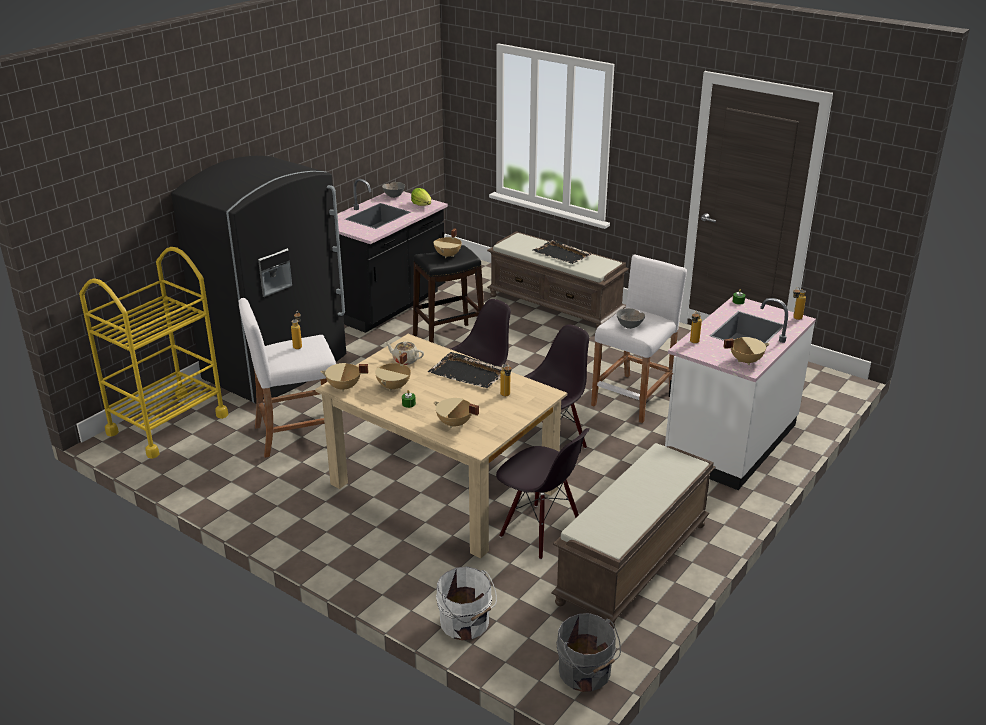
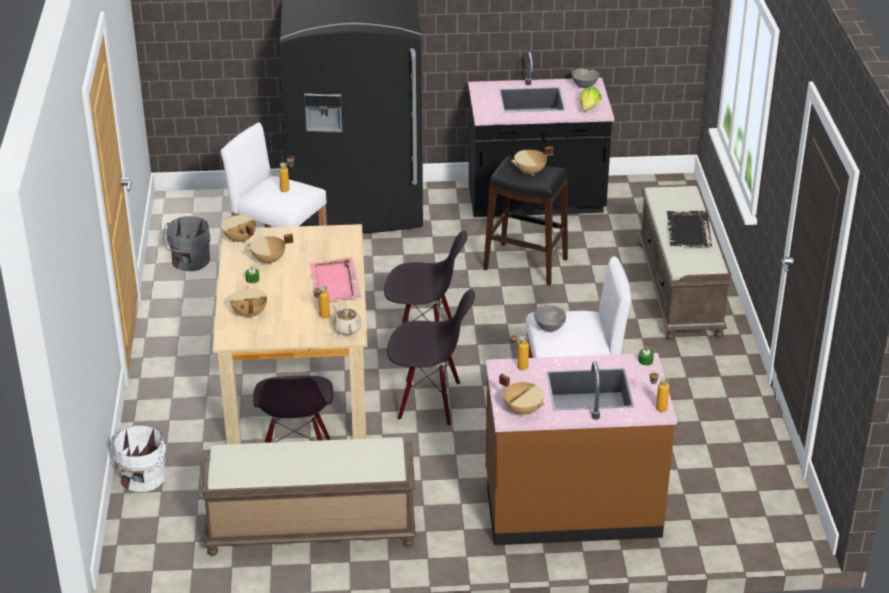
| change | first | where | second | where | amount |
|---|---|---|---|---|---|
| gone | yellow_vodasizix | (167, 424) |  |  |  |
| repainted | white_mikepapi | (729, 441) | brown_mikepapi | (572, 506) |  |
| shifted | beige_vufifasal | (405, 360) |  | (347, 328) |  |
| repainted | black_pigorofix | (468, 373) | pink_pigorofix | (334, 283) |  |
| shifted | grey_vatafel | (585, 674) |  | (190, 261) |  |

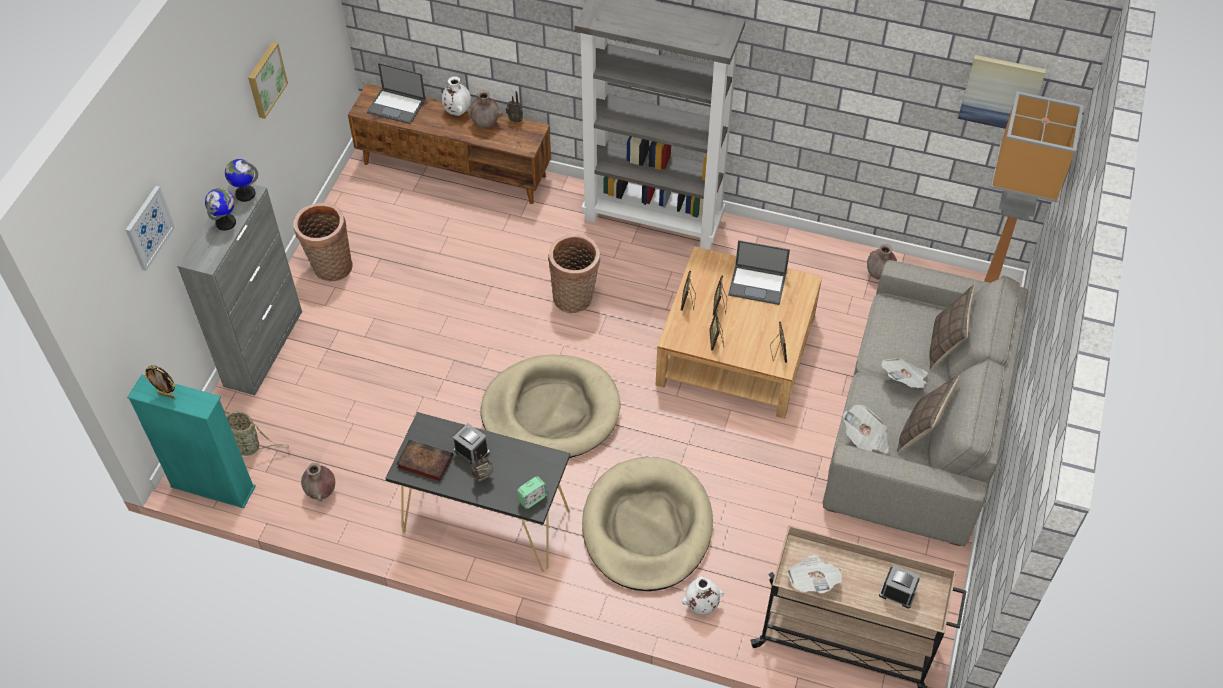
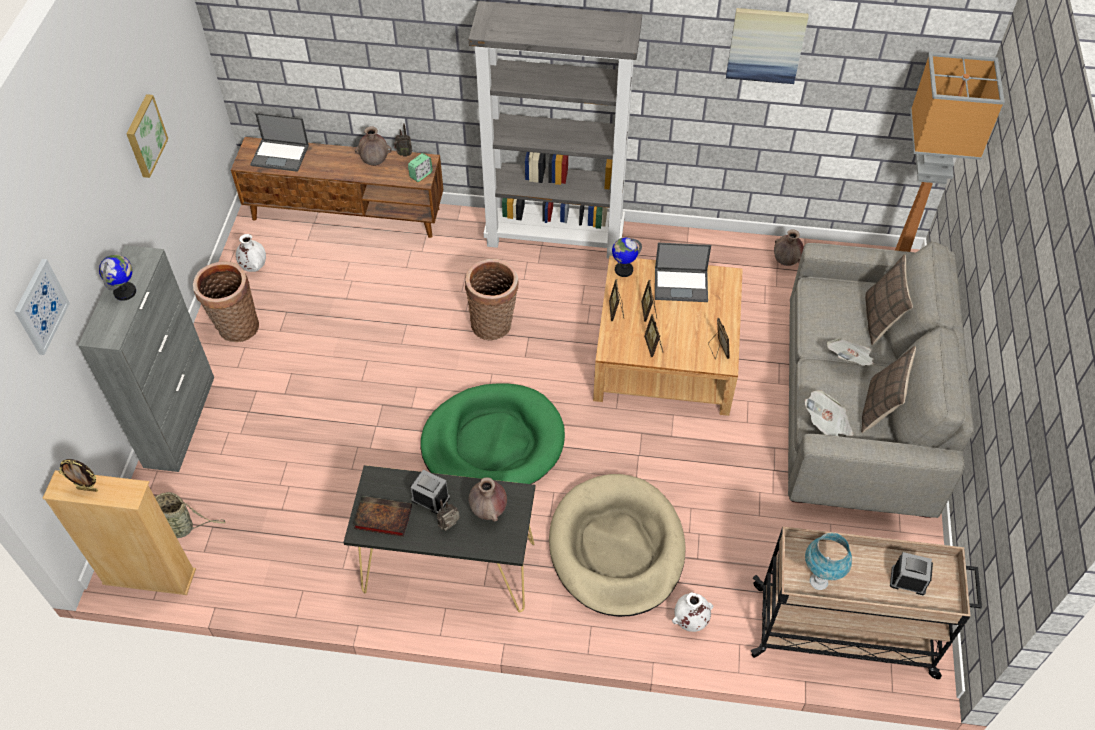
| change | first | where | second | where | amount |
|---|---|---|---|---|---|
| shifted | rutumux | (1001, 92) |  | (766, 45) |  |
| shifted | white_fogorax | (457, 111) |  | (254, 267) |  |
| shifted | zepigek | (245, 194) |  | (623, 270) |  |
| repainted | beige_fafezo | (551, 411) | green_fafezo | (493, 443) |  |
| repainted | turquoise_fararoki | (213, 487) | beige_fararoki | (149, 577) |  |
| shifted | brown_fogorax | (321, 492) |  | (489, 511) |  |
| shifted | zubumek | (532, 499) |  | (421, 175) |  |
| swapped | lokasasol | (812, 581) | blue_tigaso | (818, 582) |  |

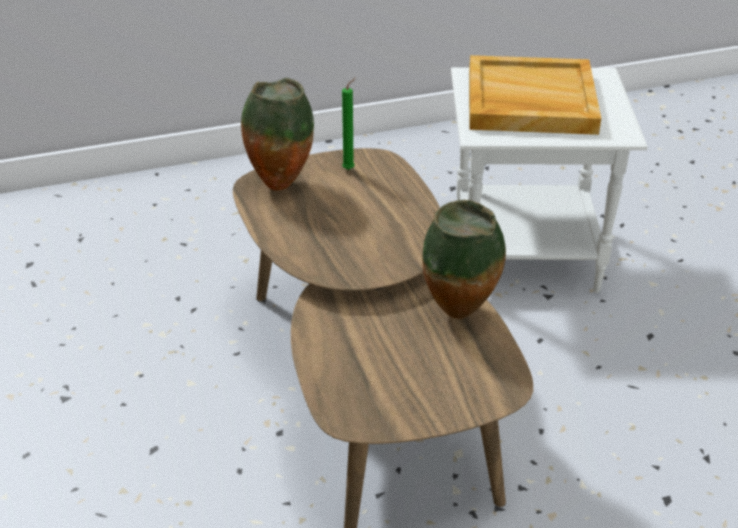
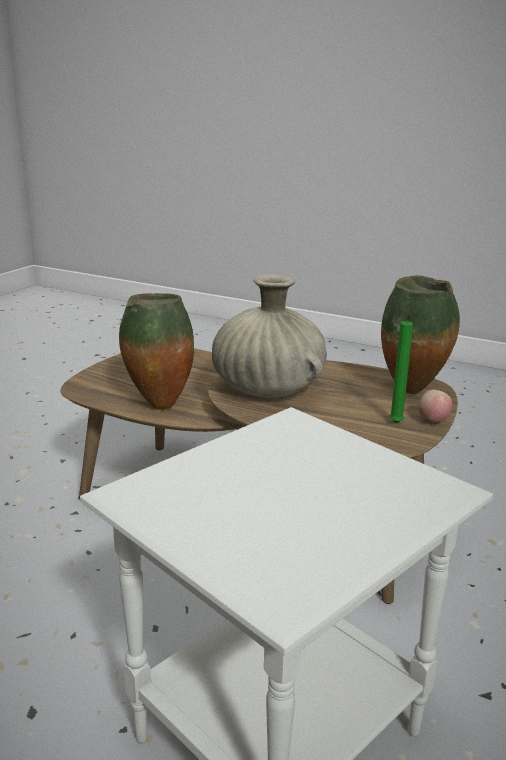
| change | first | where | second | where | amount |
|---|---|---|---|---|---|
| gone | beige_pigorofix | (529, 101) |  |  |  |
| new |  |  | beige_fogorax | (268, 389) |  |
| new |  |  | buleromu | (433, 421) |  |

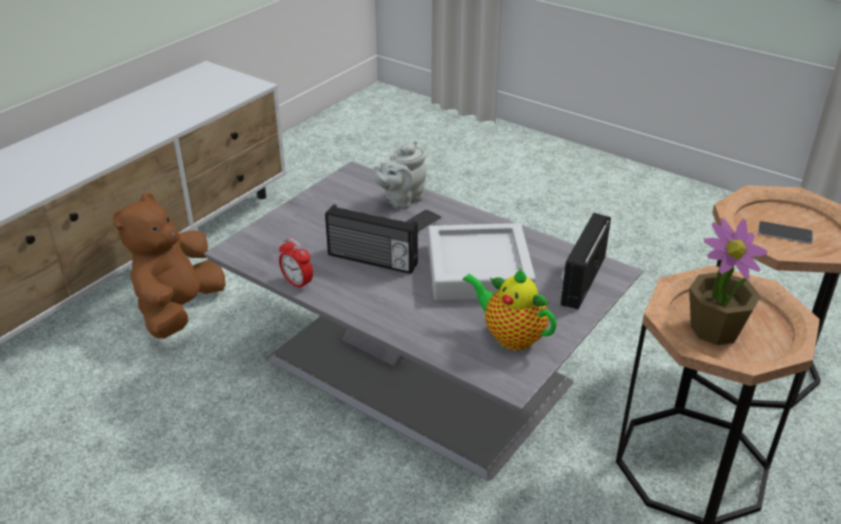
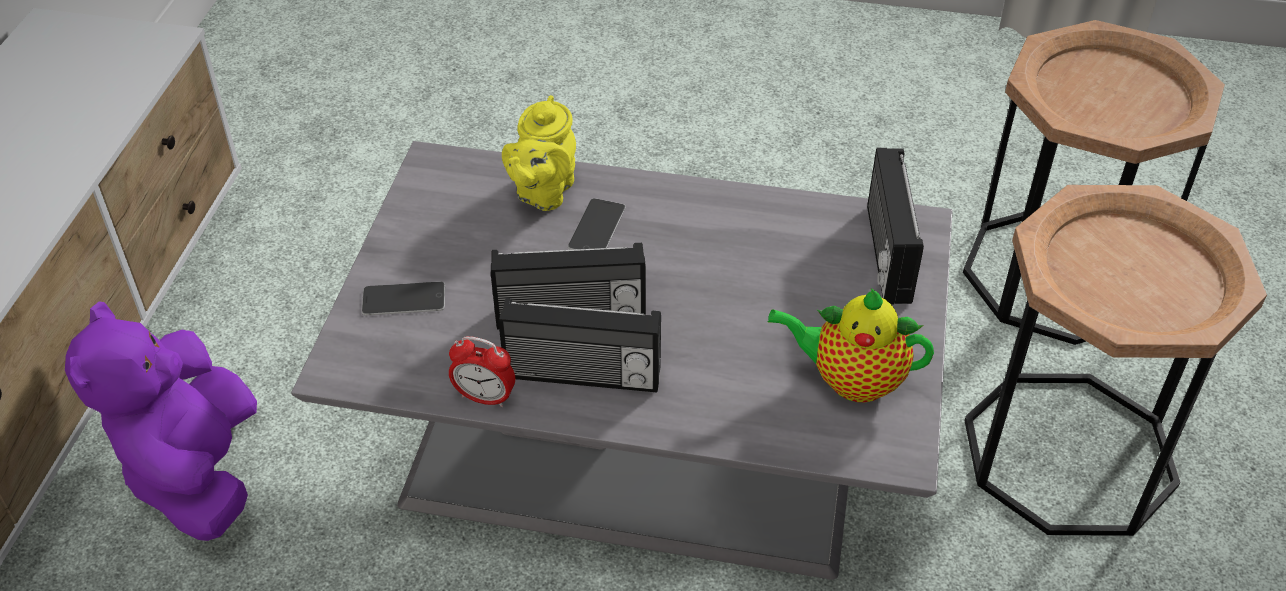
| change | first | where | second | where | amount |
|---|---|---|---|---|---|
| repainted | grey_vufifasal | (401, 200) | yellow_vufifasal | (543, 192) |  |
| repainted | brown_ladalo | (179, 310) | purple_ladalo | (196, 472) |  |
| gone | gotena | (715, 329) |  |  |  |
| shifted | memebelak | (785, 233) |  | (403, 299) |  |
| gone | grey_pigorofix | (478, 270) |  |  |  |
| new |  |  | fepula | (582, 376) |  |

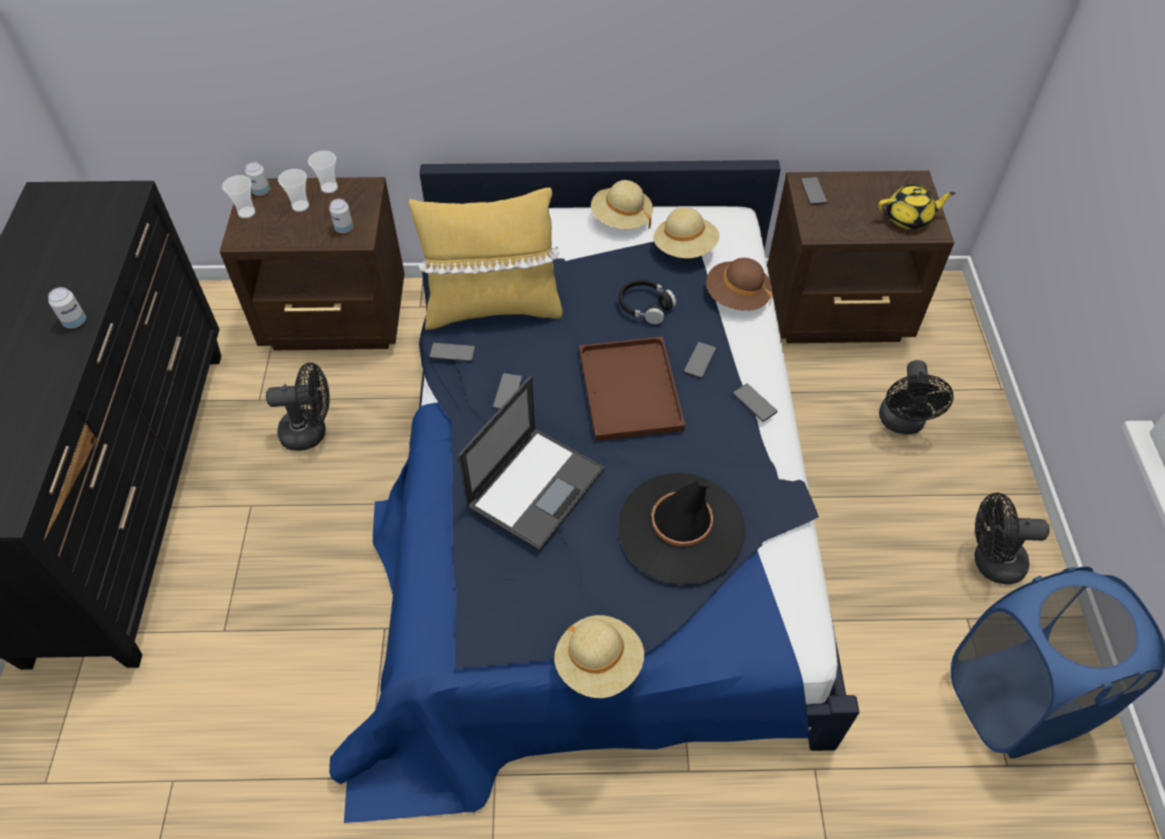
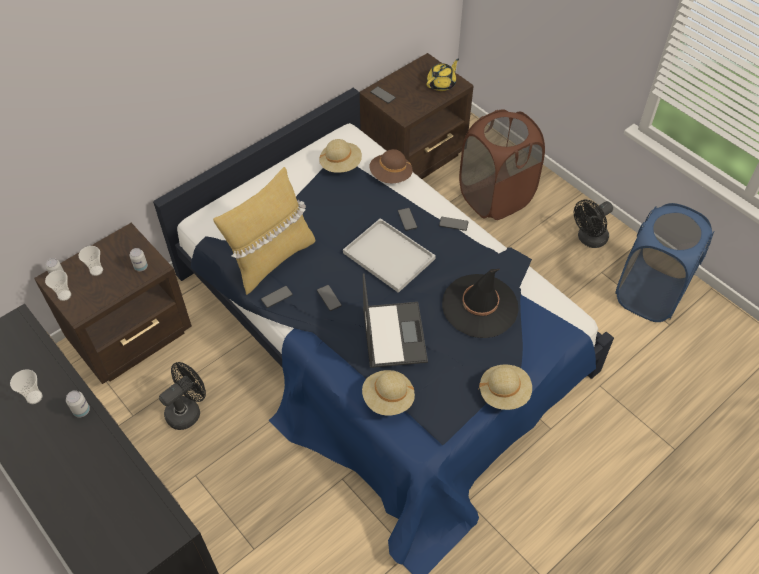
| change | first | where | second | where | amount |
|---|---|---|---|---|---|
| shifted | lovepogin | (329, 187) |  | (34, 397) |  |
| shifted | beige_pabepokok | (621, 219) |  | (388, 399) |  |
| gone | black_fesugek | (645, 306) |  |  |  |
| repainted | brown_pigorofix | (628, 387) | white_pigorofix | (387, 255) |  |
| swapped | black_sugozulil | (902, 423) | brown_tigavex | (495, 197) |  |

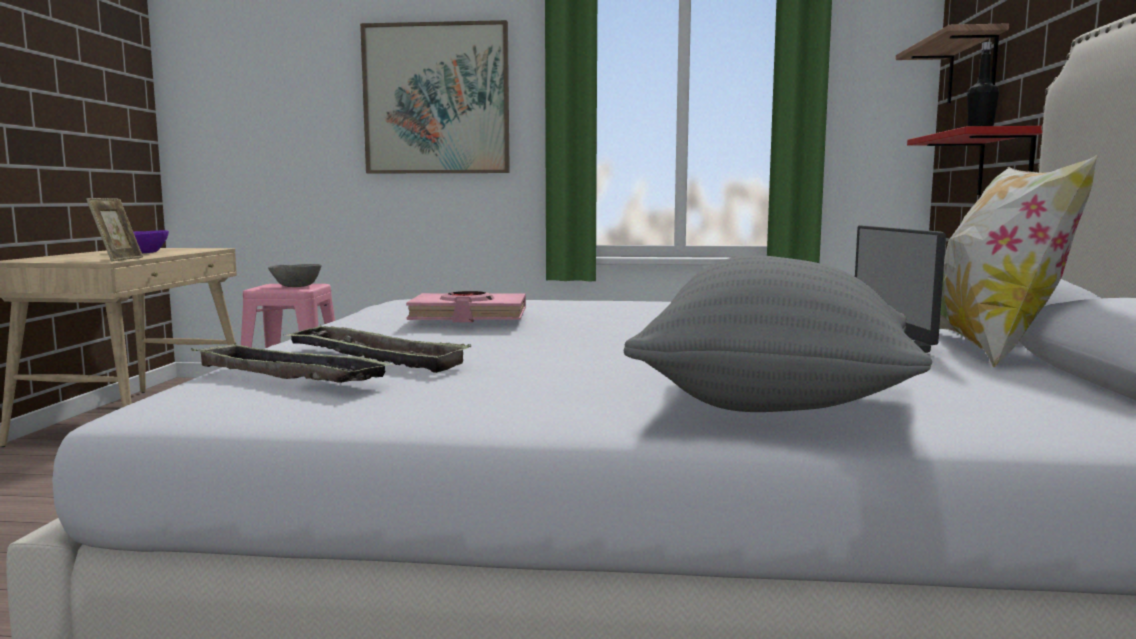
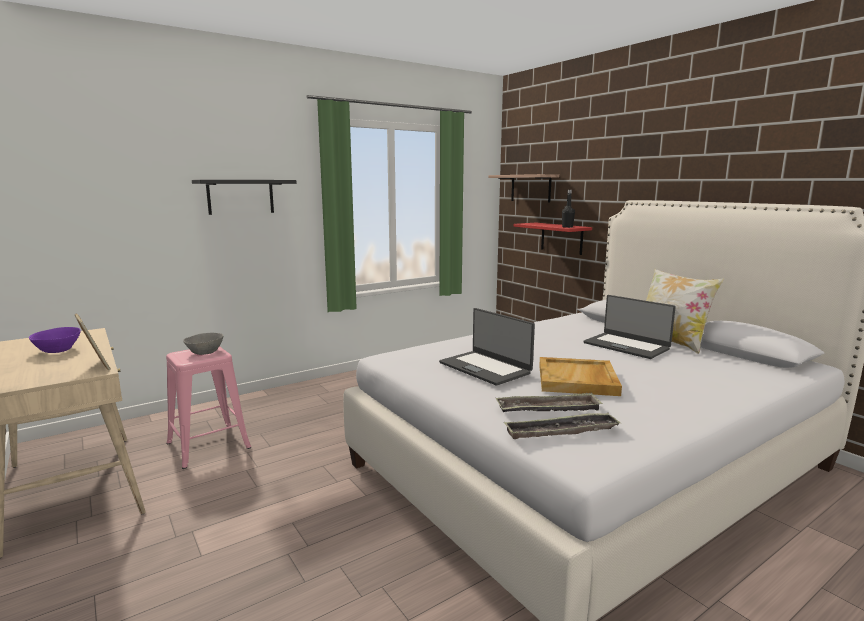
| change | first | where | second | where | amount |
|---|---|---|---|---|---|
| swapped | rutumux | (436, 99) | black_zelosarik | (240, 196) |  |
| gone | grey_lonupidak | (776, 405) |  |  |  |
| swapped | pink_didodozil | (468, 316) | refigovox | (485, 368) |  |
| new |  |  | beige_pigorofix | (577, 380) |  |

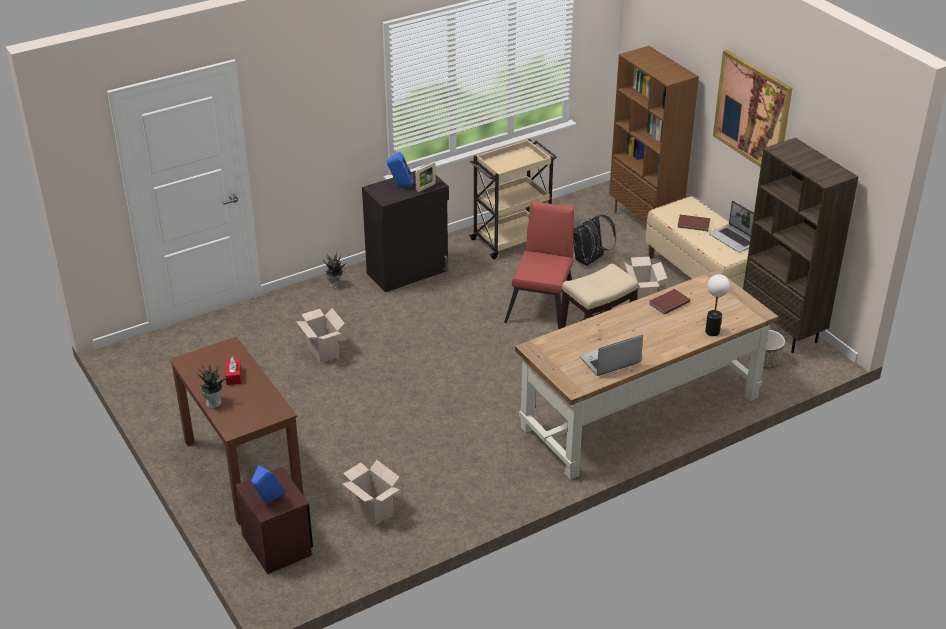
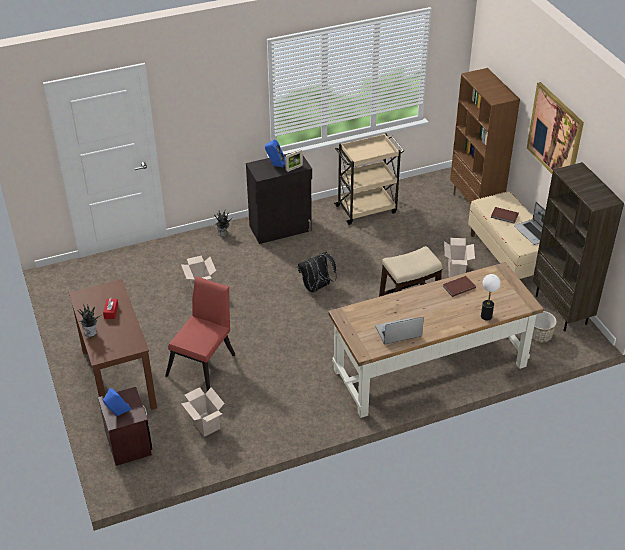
| change | first | where | second | where | amount |
|---|---|---|---|---|---|
| shifted | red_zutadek | (542, 305) |  | (204, 362) |  |
| shifted | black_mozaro | (589, 261) |  | (317, 288) |  |

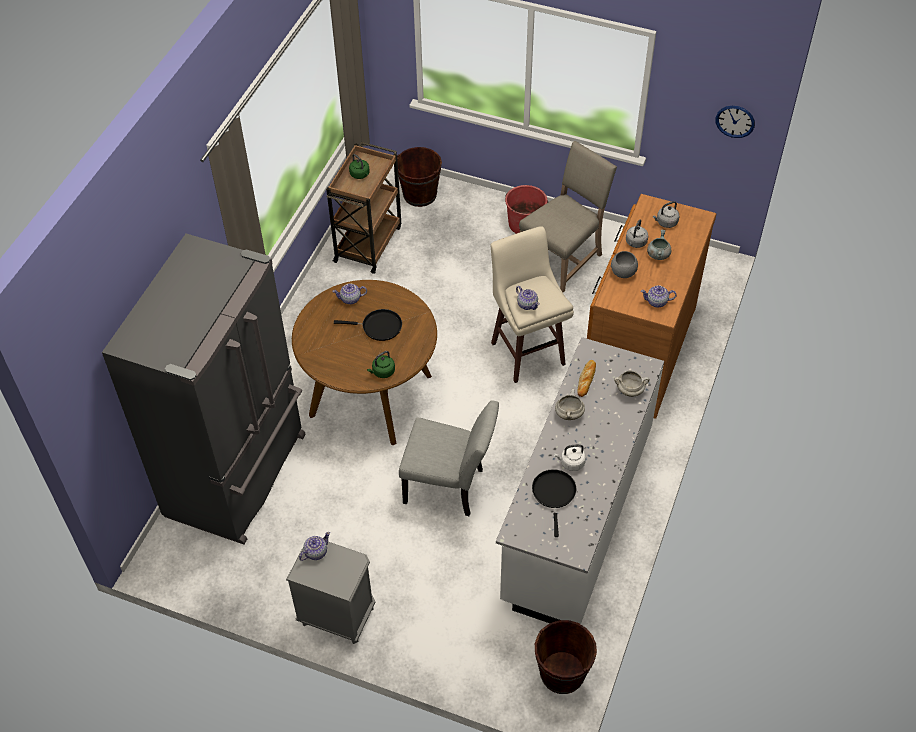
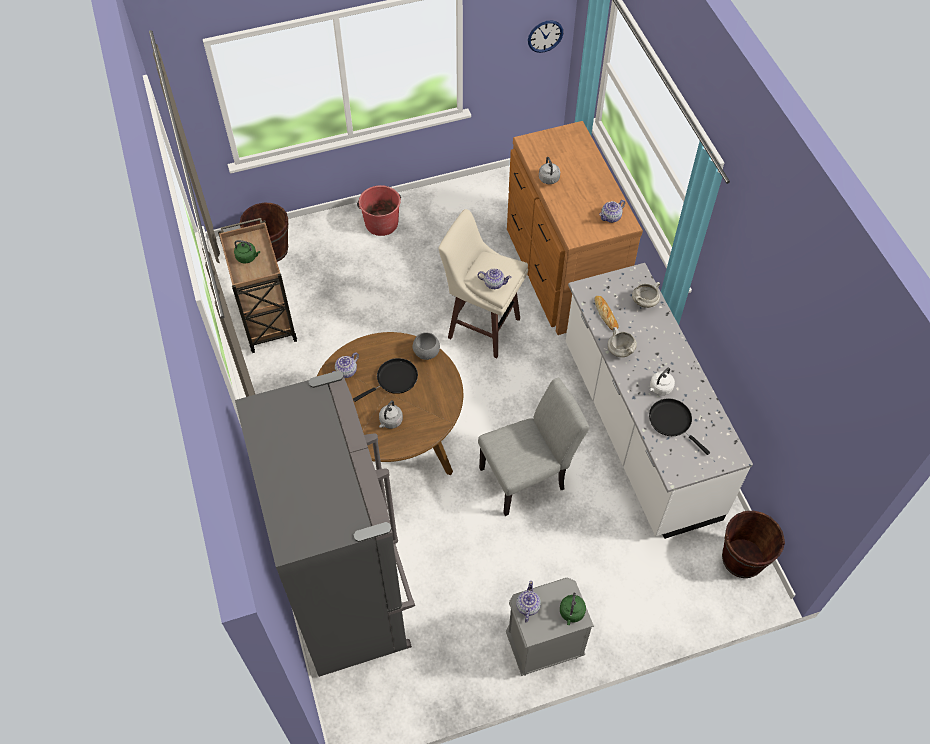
| change | first | where | second | where | amount |
|---|---|---|---|---|---|
| gone | beige_zutadek | (563, 258) |  |  |  |
| shifted | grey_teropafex | (665, 222) |  | (390, 421) |  |
| gone | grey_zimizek | (658, 254) |  |  |  |
| shifted | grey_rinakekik | (623, 272) |  | (426, 353) |  |
| shifted | green_teropafex | (382, 372) |  | (571, 613) |  |

